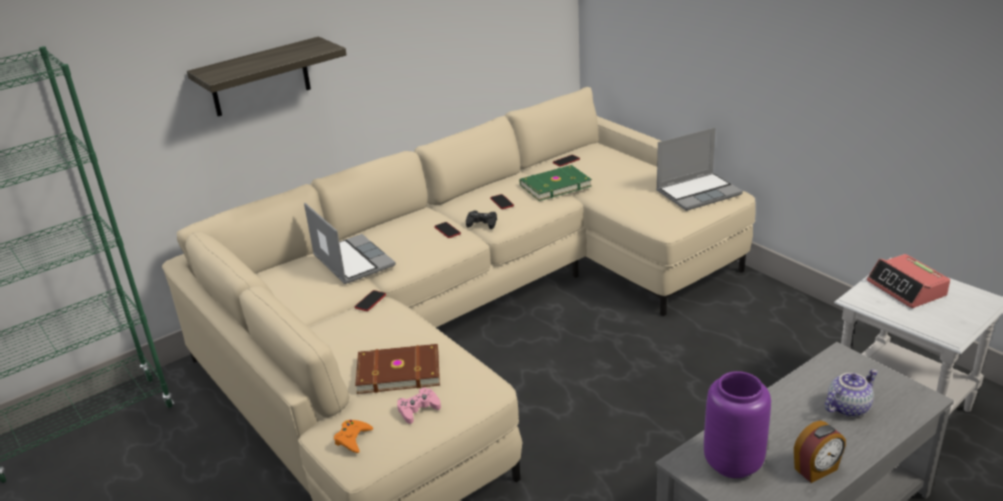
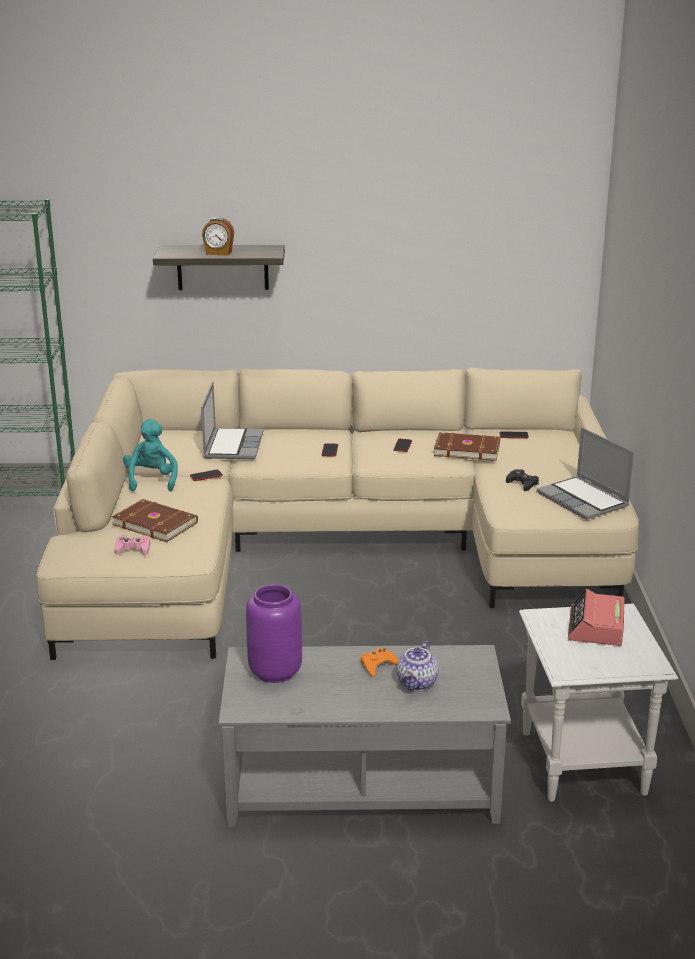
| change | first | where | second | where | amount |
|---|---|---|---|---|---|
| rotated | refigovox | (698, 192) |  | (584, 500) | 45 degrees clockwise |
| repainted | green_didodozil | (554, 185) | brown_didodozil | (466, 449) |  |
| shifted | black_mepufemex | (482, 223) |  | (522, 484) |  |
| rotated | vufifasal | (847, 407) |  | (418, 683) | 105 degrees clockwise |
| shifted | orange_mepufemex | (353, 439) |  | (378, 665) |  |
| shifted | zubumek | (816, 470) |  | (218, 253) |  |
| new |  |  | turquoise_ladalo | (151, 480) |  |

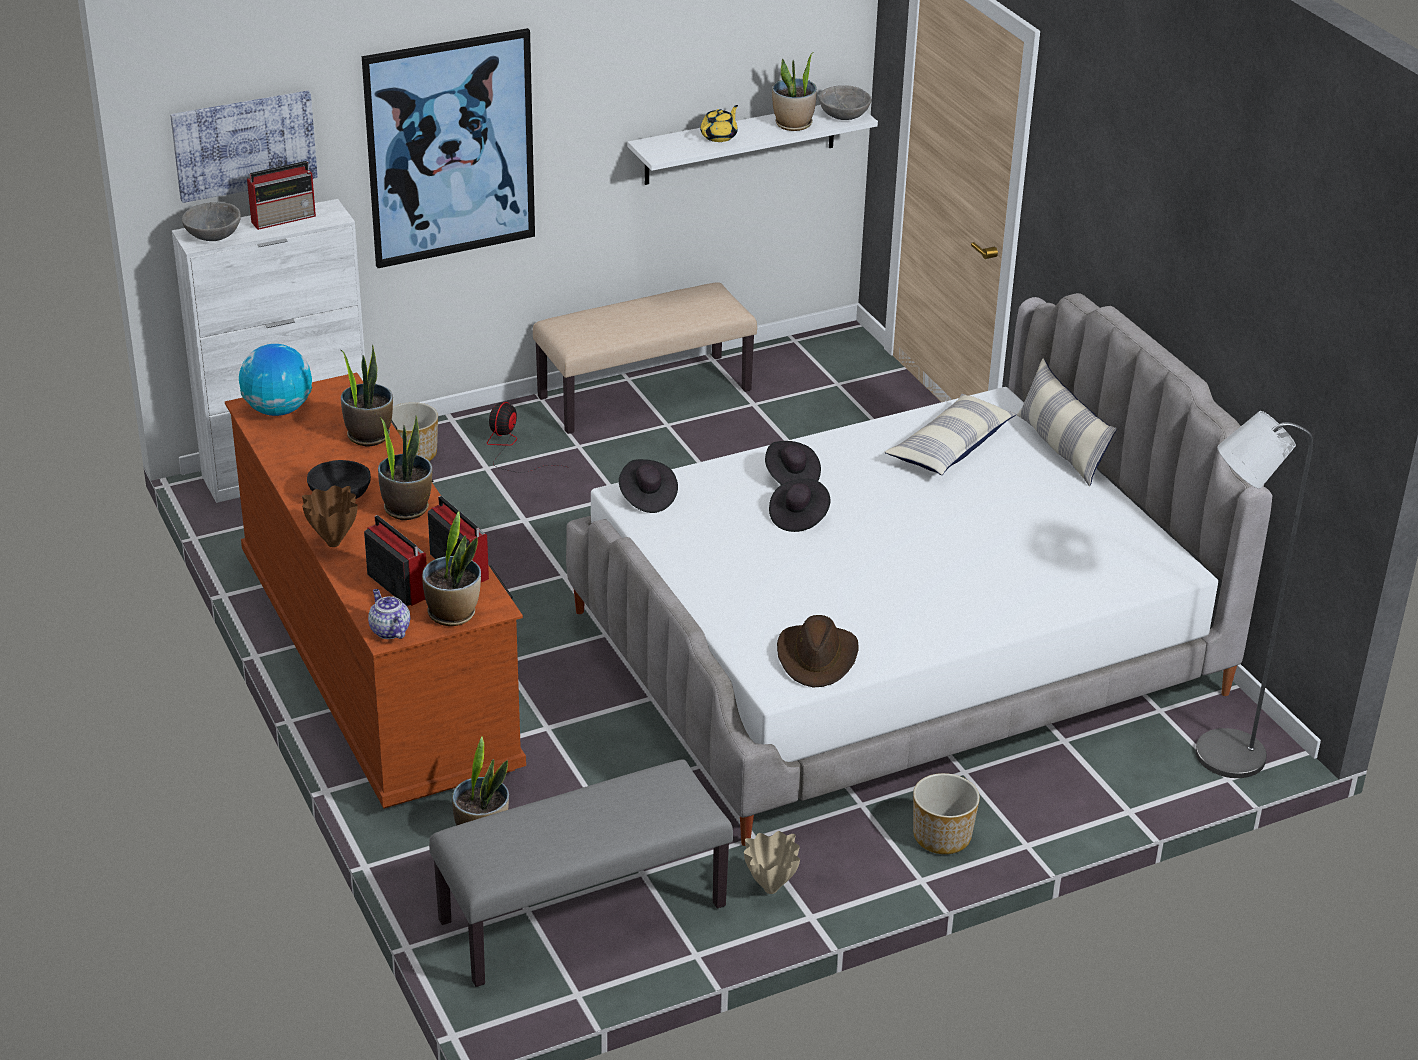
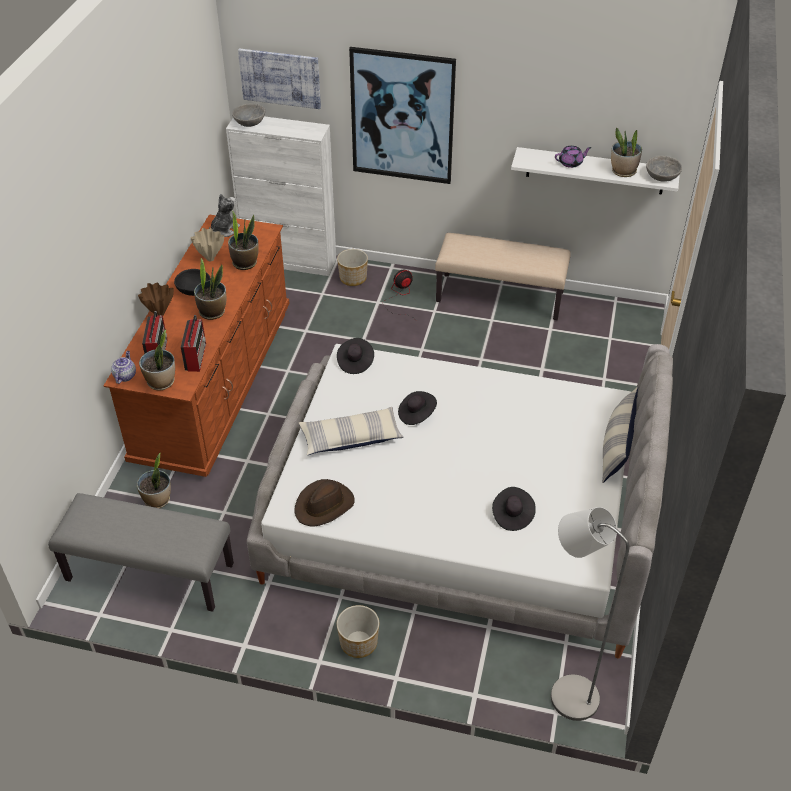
| change | first | where | second | where | amount |
|---|---|---|---|---|---|
| repainted | yellow_vufifasal | (719, 136) | purple_vufifasal | (571, 163) |  |
| gone | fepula | (284, 218) |  |  |  |
| swapped | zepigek | (278, 410) | ladalo | (224, 230) |  |
| shifted | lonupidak | (950, 447) |  | (351, 438) |  |
| shifted | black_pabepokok | (791, 478) |  | (512, 515) |  |
| shifted | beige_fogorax | (769, 890) |  | (209, 259) |  |

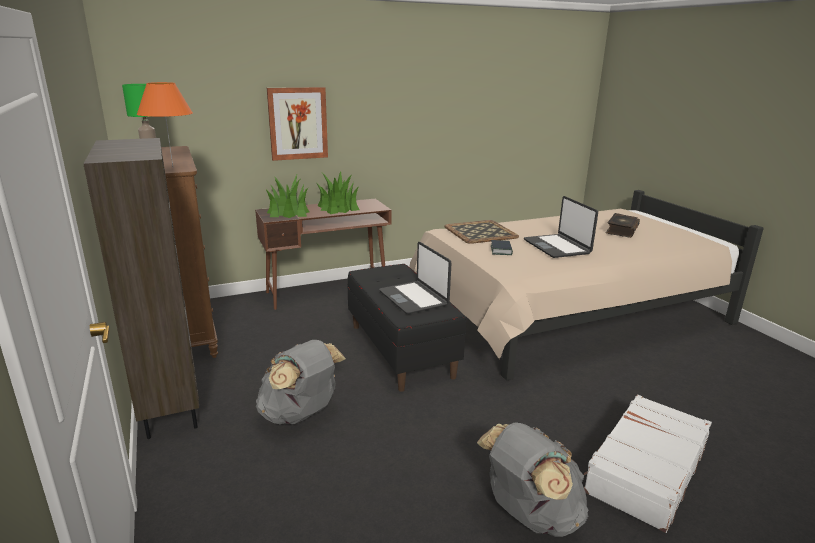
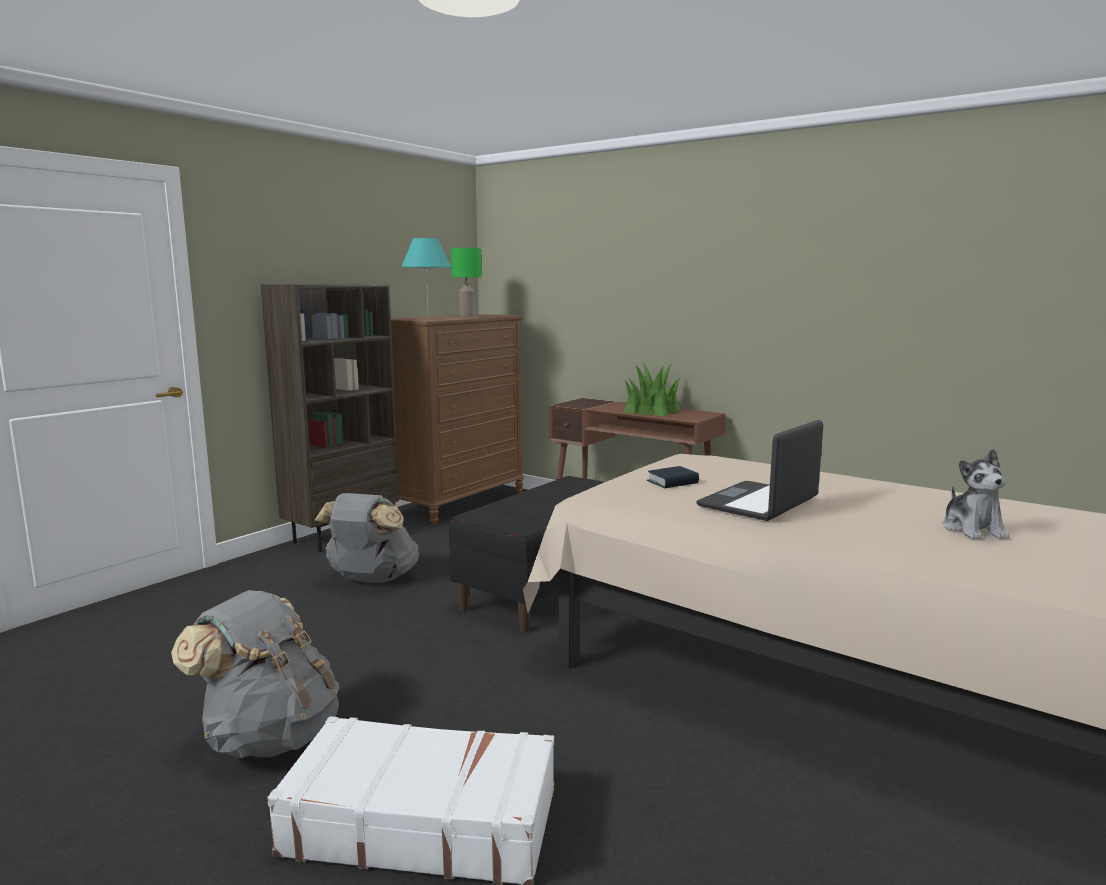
| change | first | where | second | where | amount |
|---|---|---|---|---|---|
| repainted | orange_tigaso | (172, 167) | turquoise_tigaso | (427, 319) |  |
| gone | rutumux | (298, 123) |  |  |  |
| gone | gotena | (288, 212) |  |  |  |
| swapped | didodozil | (621, 231) | ladalo | (973, 530) |  |
| gone | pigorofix | (481, 232) |  |  |  |
| gone | refigovox | (414, 298) |  |  |  |

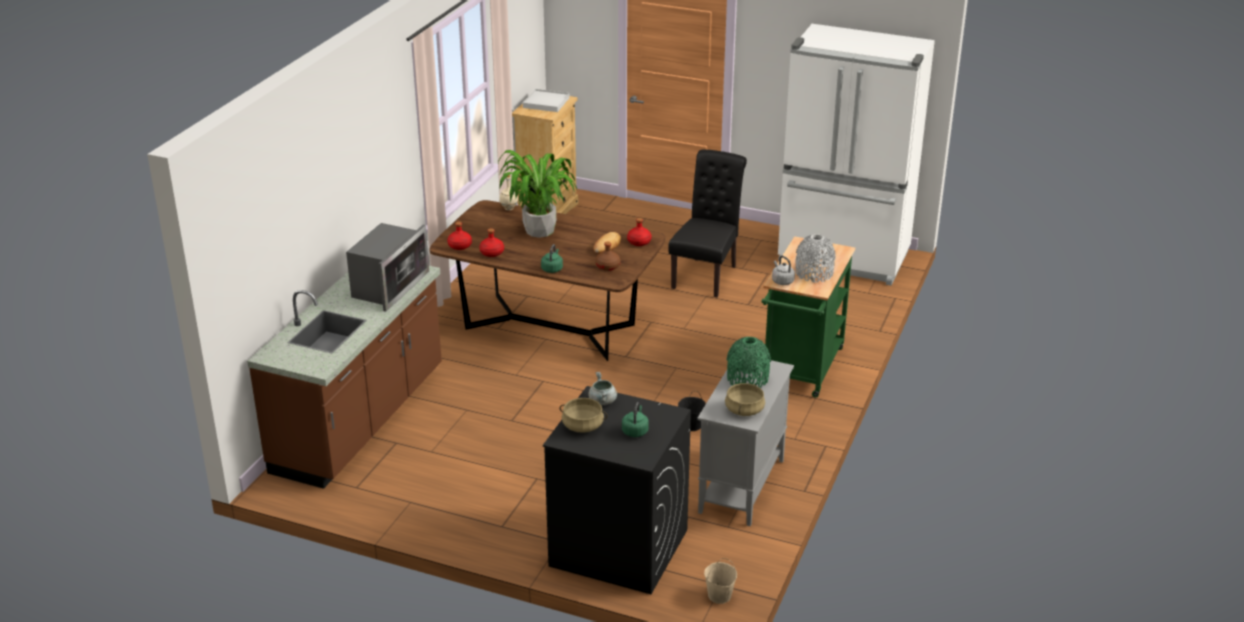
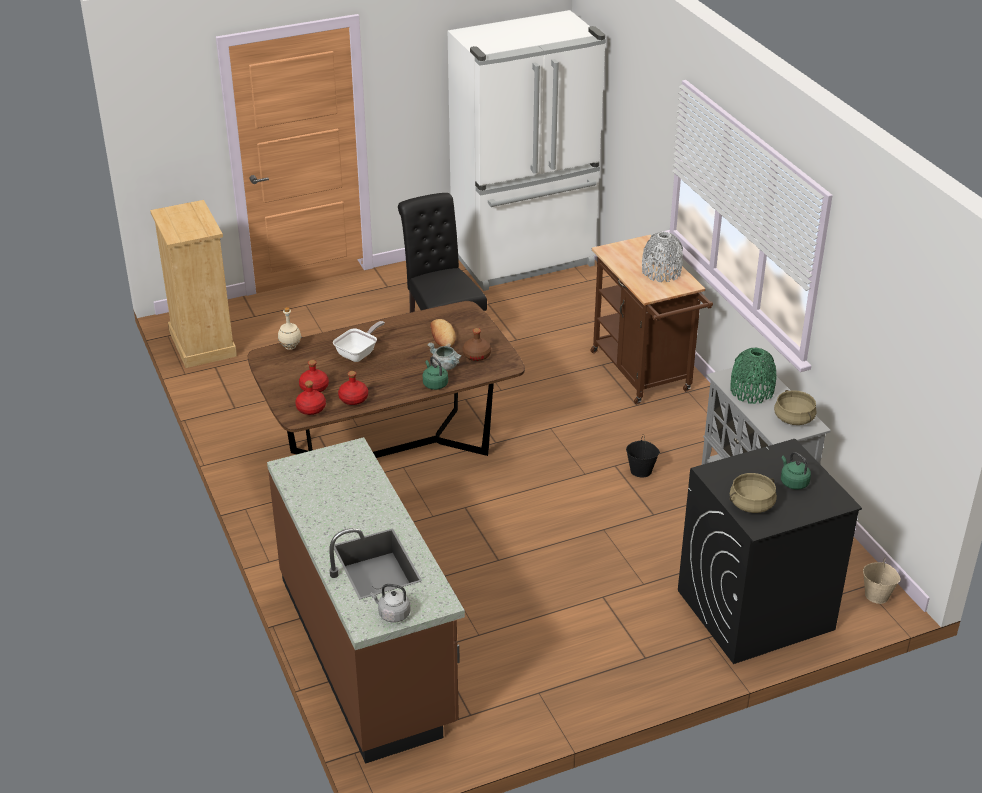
| change | first | where | second | where | amount |
|---|---|---|---|---|---|
| gone | white_pigorofix | (546, 103) |  |  |  |
| swapped | gotena | (540, 231) | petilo | (359, 353) |  |
| shifted | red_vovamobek | (639, 242) |  | (314, 387) |  |
| gone | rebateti | (389, 286) |  |  |  |
| repainted | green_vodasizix | (801, 371) | brown_vodasizix | (644, 375) |  |
| shifted | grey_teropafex | (782, 281) |  | (392, 614) |  |
| shifted | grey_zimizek | (603, 401) |  | (445, 366) |  |

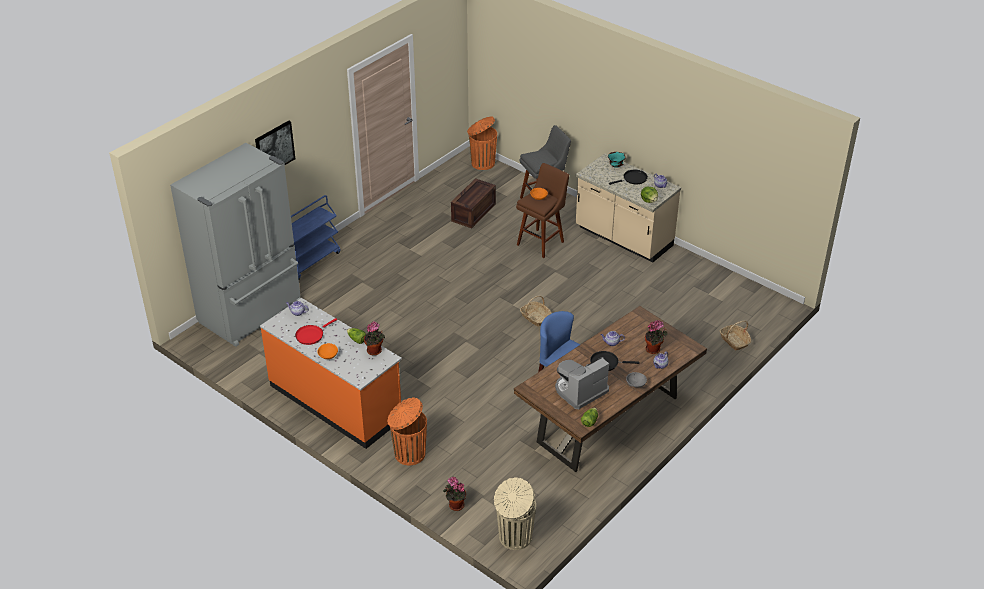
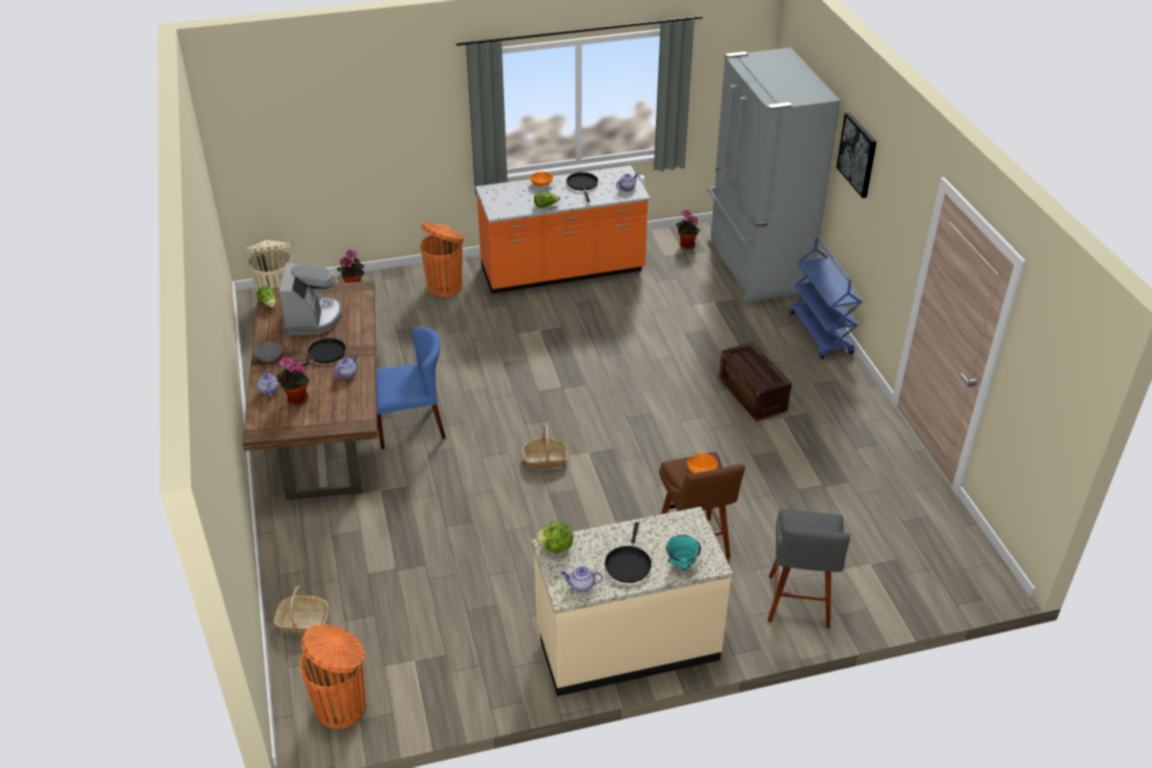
| change | first | where | second | where | amount |
|---|---|---|---|---|---|
| shifted | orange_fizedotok | (482, 163) |  | (342, 706) |  |
| shifted | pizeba | (473, 212) |  | (754, 395) |  |
| repainted | red_petilo | (311, 335) | black_petilo | (582, 185) |  |
| shifted | gotena | (375, 351) |  | (686, 245) |  |

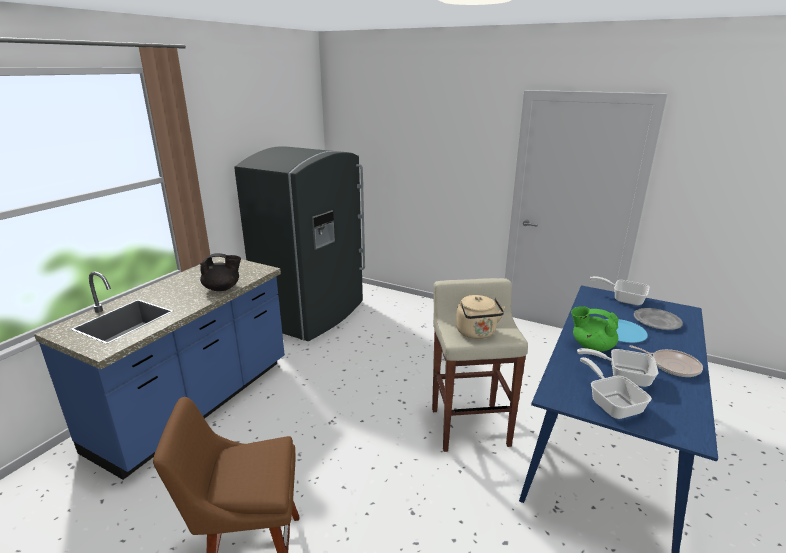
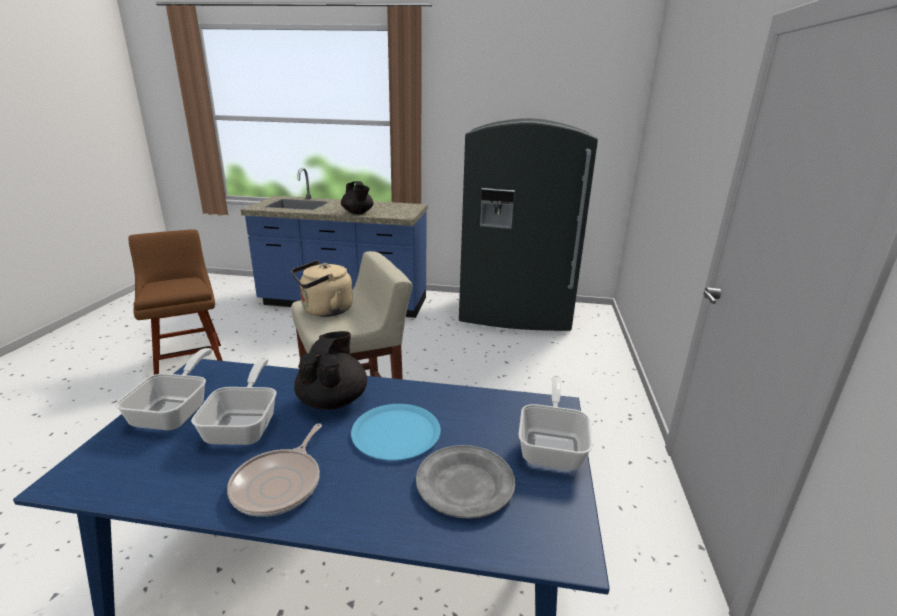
| change | first | where | second | where | amount |
|---|---|---|---|---|---|
| repainted | green_vufifasal | (591, 346) | black_vufifasal | (333, 400) |  |
| rotated | petilo | (611, 403) |  | (176, 411) | 45 degrees counterclockwise |

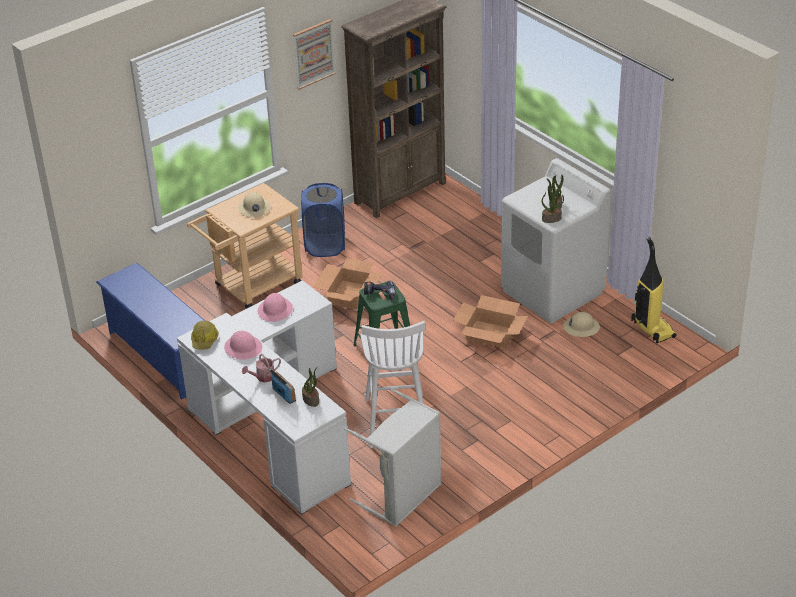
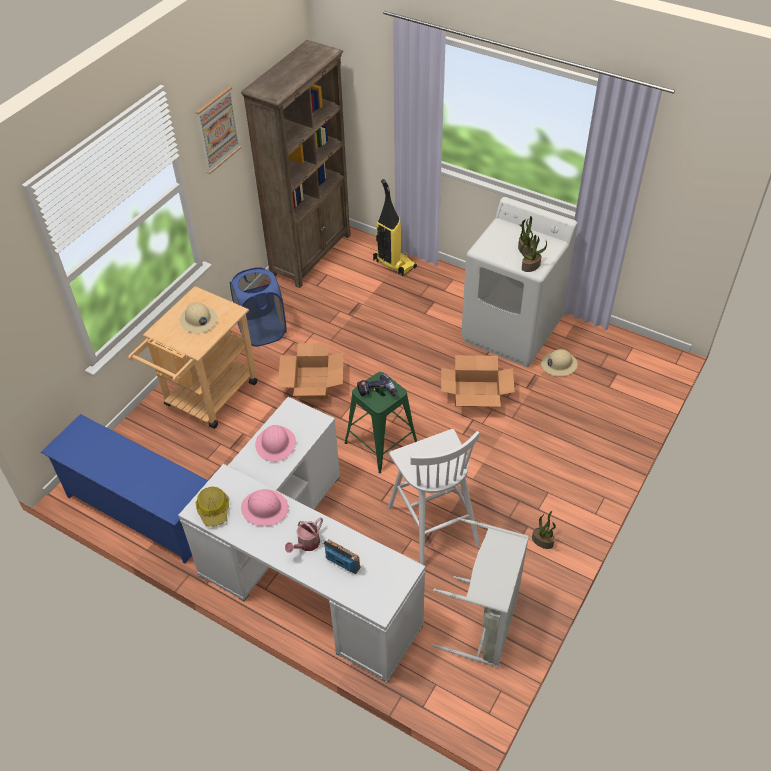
| change | first | where | second | where | amount |
|---|---|---|---|---|---|
| shifted | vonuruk | (652, 329) |  | (393, 264) |  |
| shifted | gotena | (311, 400) |  | (543, 541) |  |

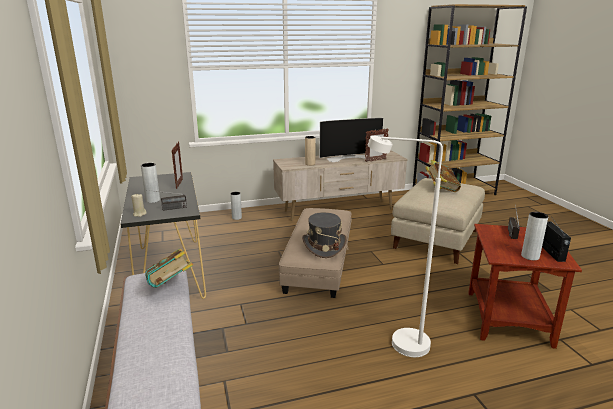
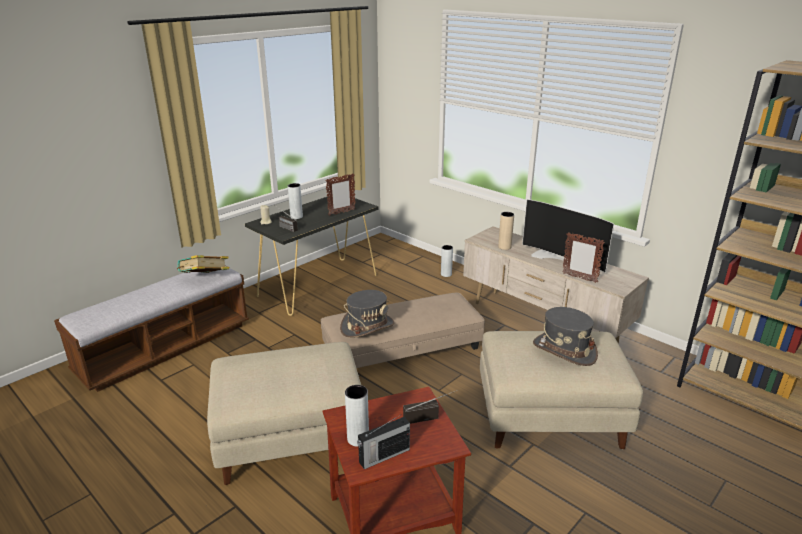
| change | first | where | second | where | amount |
|---|---|---|---|---|---|
| swapped | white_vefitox | (399, 343) | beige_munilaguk | (289, 439) |  |
| swapped | didodozil | (441, 189) | grey_pabepokok | (564, 350) |  |

